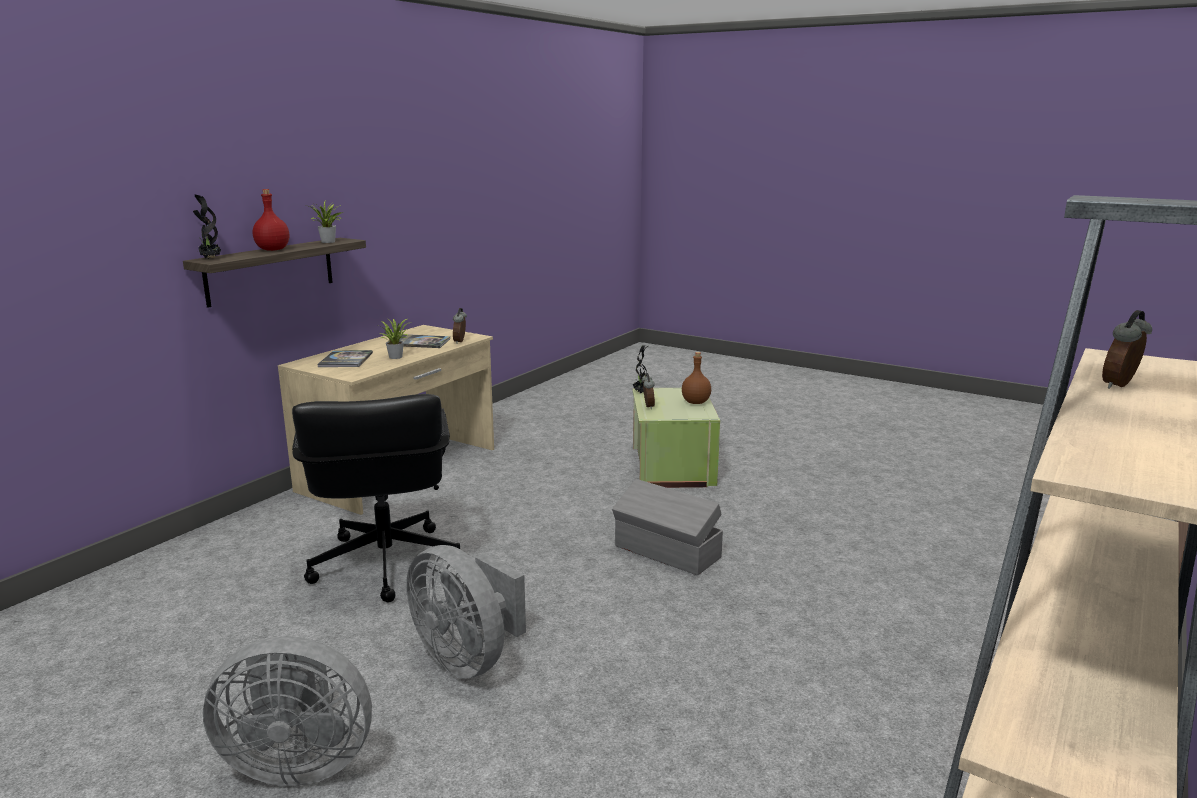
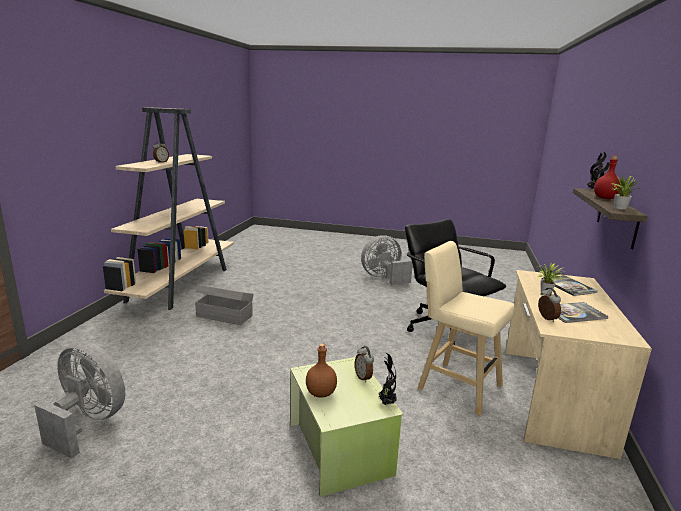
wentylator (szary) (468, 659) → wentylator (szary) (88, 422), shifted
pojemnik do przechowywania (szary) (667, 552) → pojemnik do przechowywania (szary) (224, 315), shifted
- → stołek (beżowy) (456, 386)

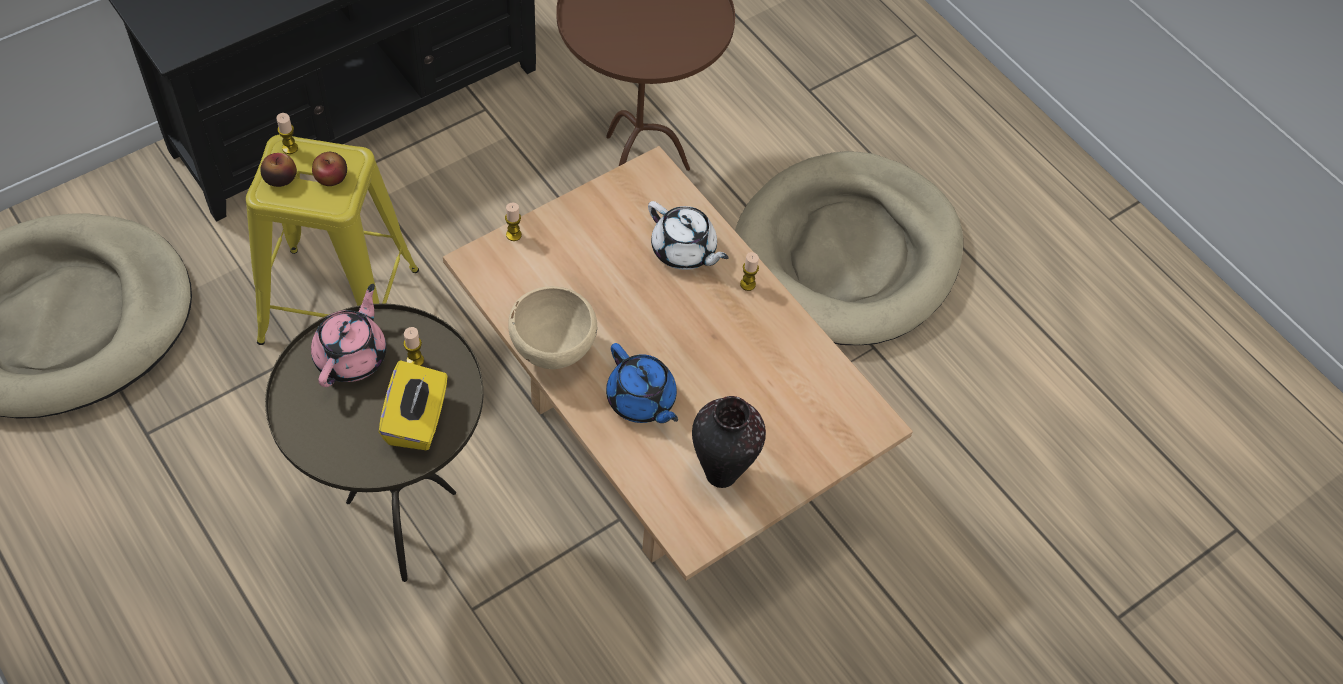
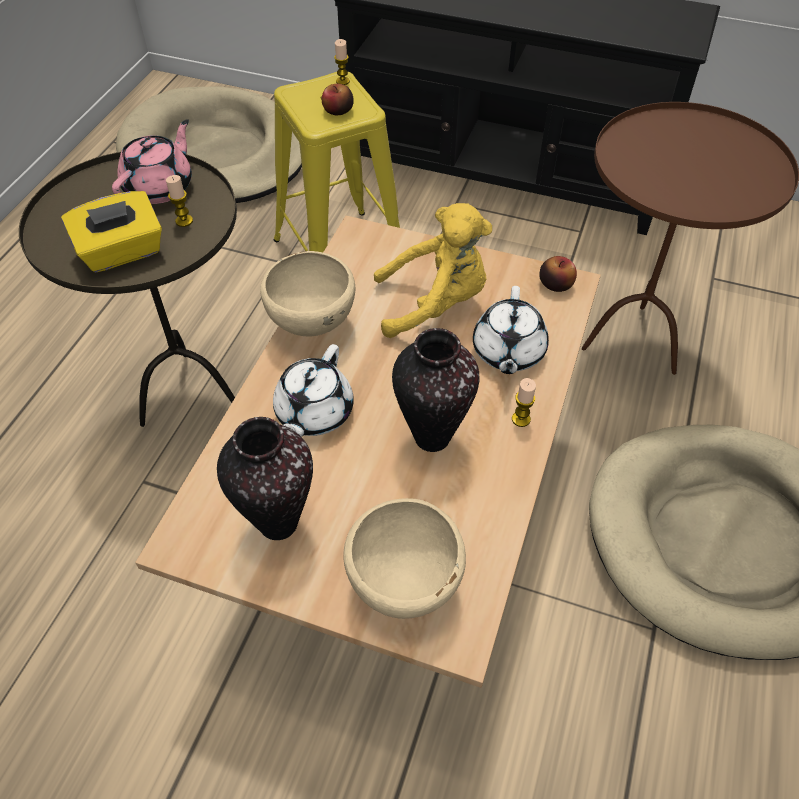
jabłko (280, 178) → jabłko (555, 284), shifted
imbryk (różowy) (352, 355) → imbryk (różowy) (160, 187), 45 degrees counterclockwise
świeca (513, 235) → -
imbryk (niebieski) (641, 400) → imbryk (biały) (313, 413)
- → miska (beżowy) (405, 586)
- → pluszak (żółty) (435, 304)
- → wazon (432, 436)

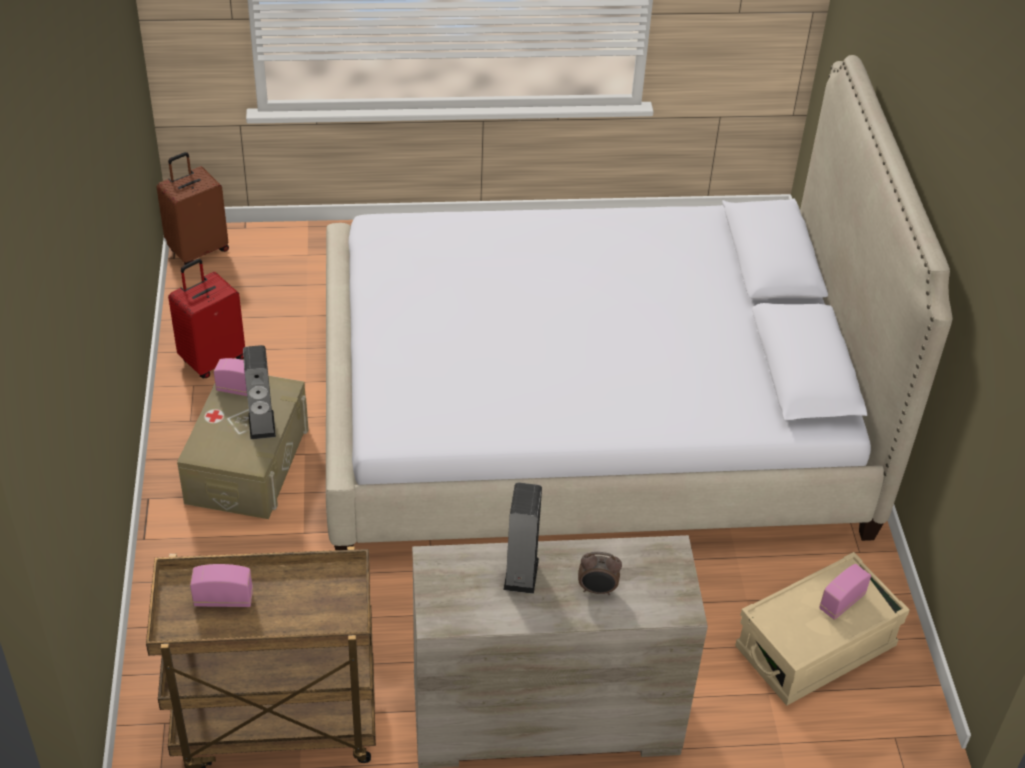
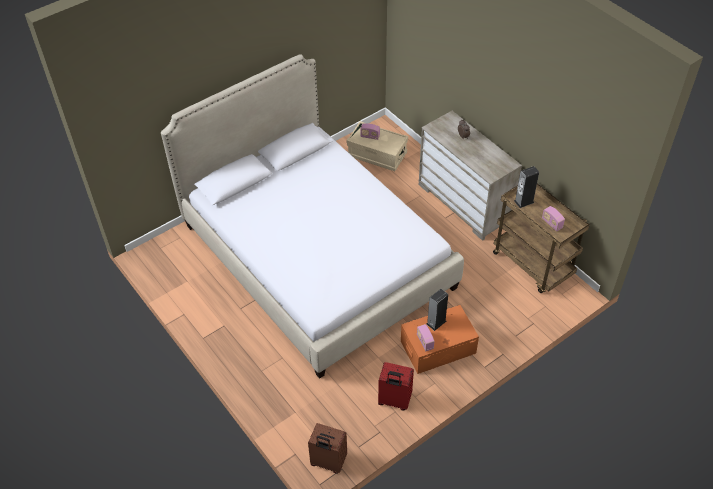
pojemnik do przechowywania (beżowy) (247, 462) → pojemnik do przechowywania (pomarańczowy) (438, 347)
głośnik (521, 574) → głośnik (524, 201), shifted

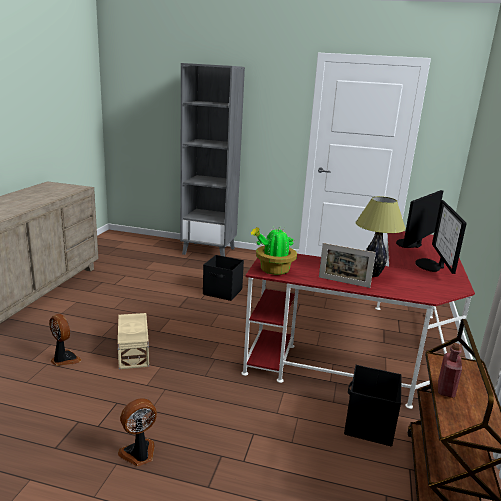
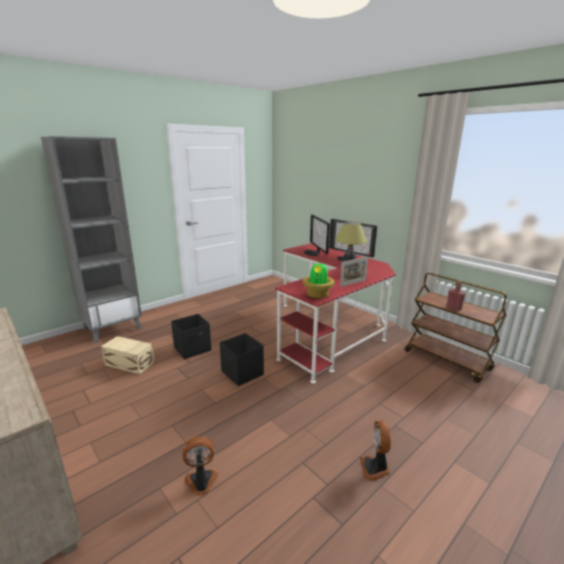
pojemnik do przechowywania (beżowy) (132, 352) → pojemnik do przechowywania (beżowy) (129, 364), shifted
pojemnik do przechowywania (czarny) (368, 425) → pojemnik do przechowywania (czarny) (242, 373), shifted

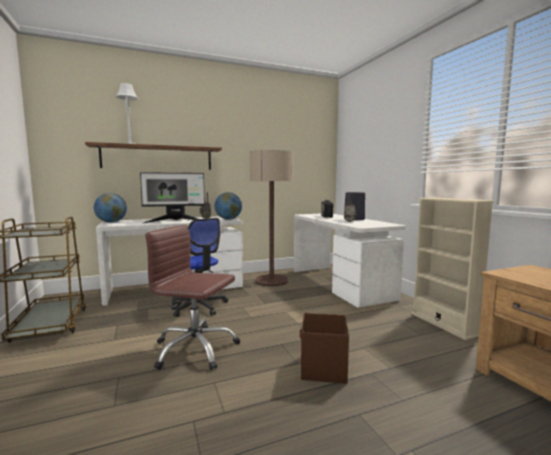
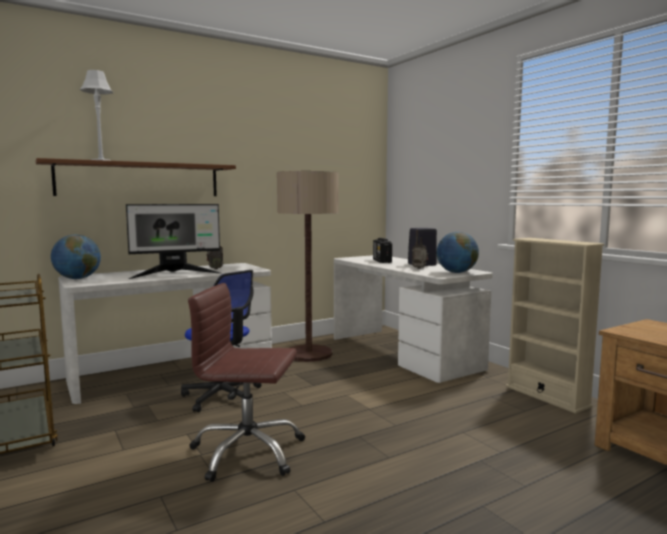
globus (228, 219) → globus (456, 272), shifted
pojemnik do przechowywania (brązowy) (323, 369) → -

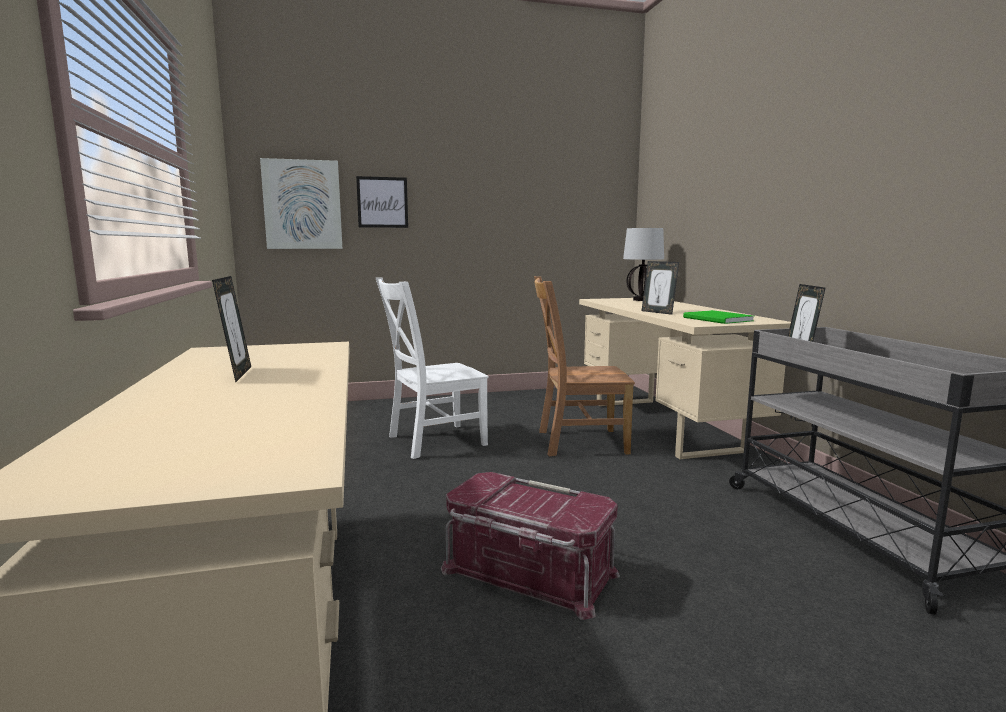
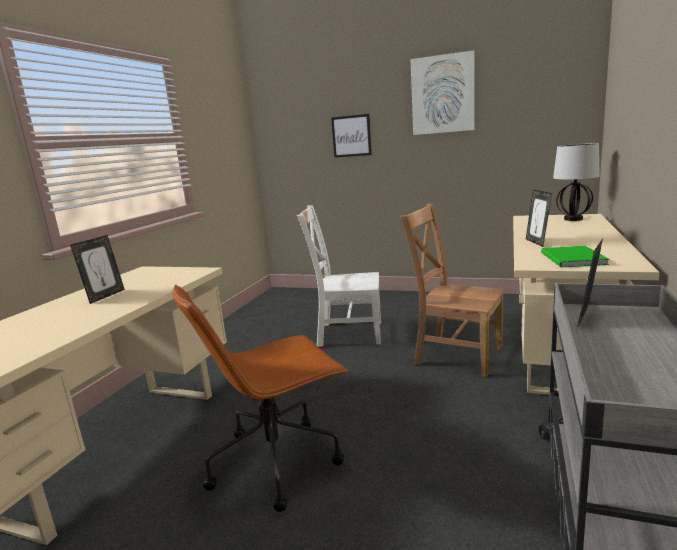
obraz (302, 205) → obraz (442, 94), shifted
pojemnik do przechowywania (czerwony) (527, 573) → krzesło biurowe (brązowy) (277, 461)

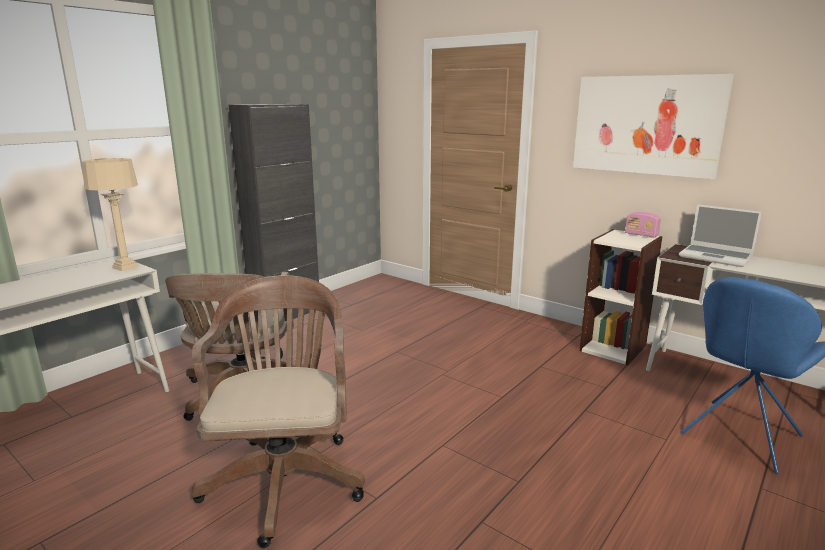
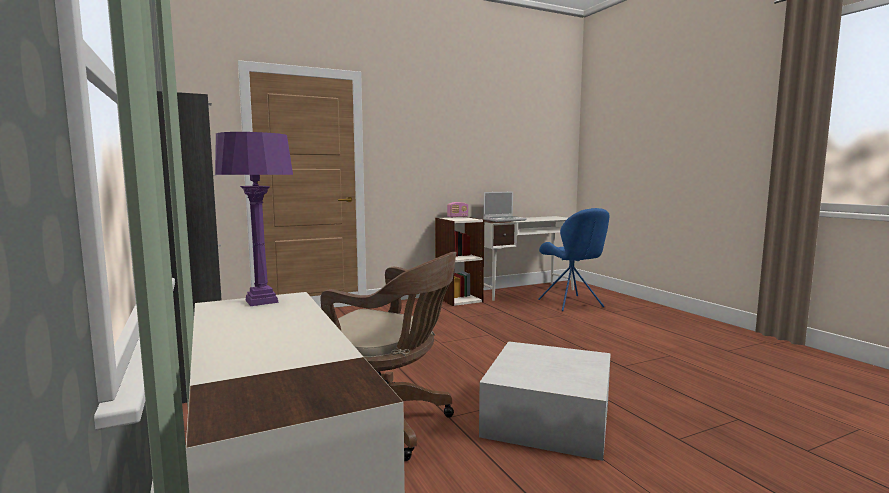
lampa stołowa (beżowy) (125, 267) → lampa stołowa (fioletowy) (261, 301)
krzesło biurowe (brązowy) (285, 477) → pojemnik do przechowywania (biały) (548, 417)
obraz (646, 125) → -

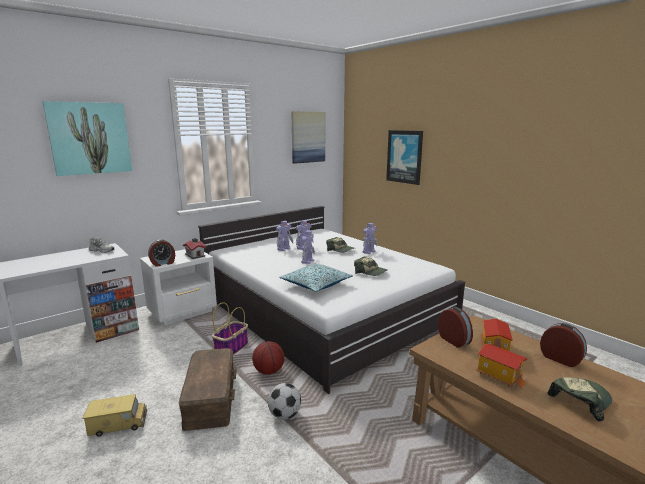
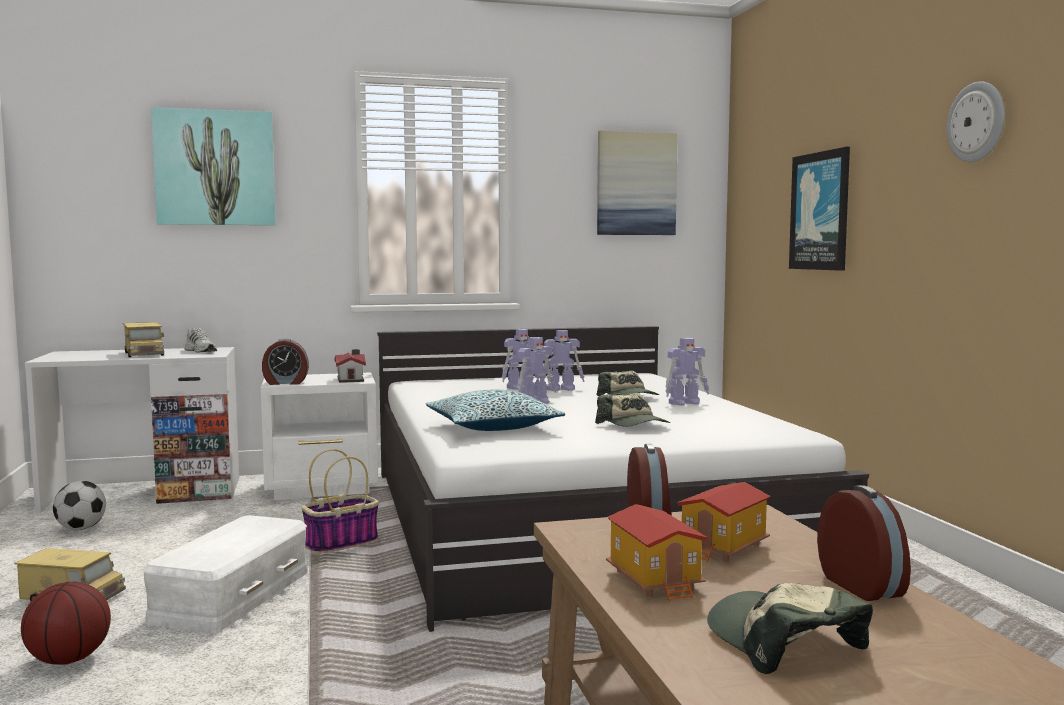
pojemnik do przechowywania (brązowy) (209, 397) → pojemnik do przechowywania (biały) (231, 595)
piłka do koszykówki (269, 371) → piłka do koszykówki (69, 659), shifted
piłka futbolowa (284, 415) → piłka futbolowa (80, 528), shifted
czapka z daszkiem (579, 400) → czapka z daszkiem (783, 643), 105 degrees counterclockwise
- → ciężarówka zabawkowa (144, 354)
- → zegar ścienny (977, 122)

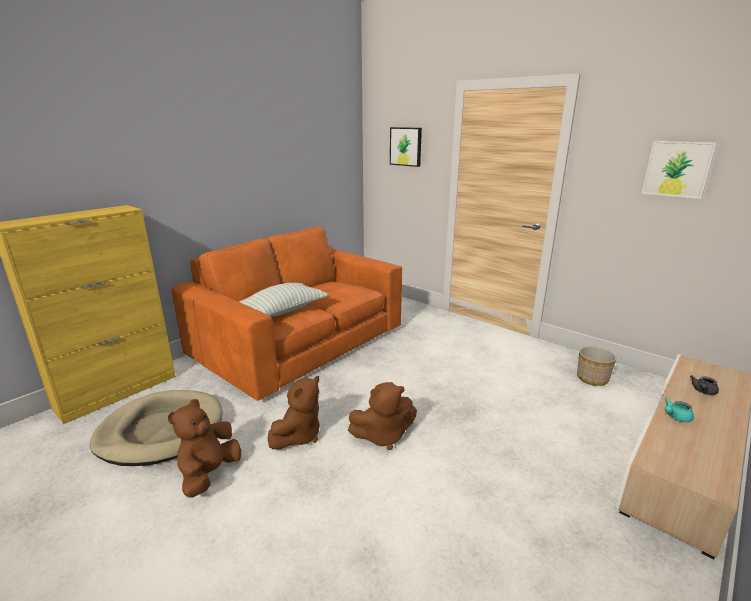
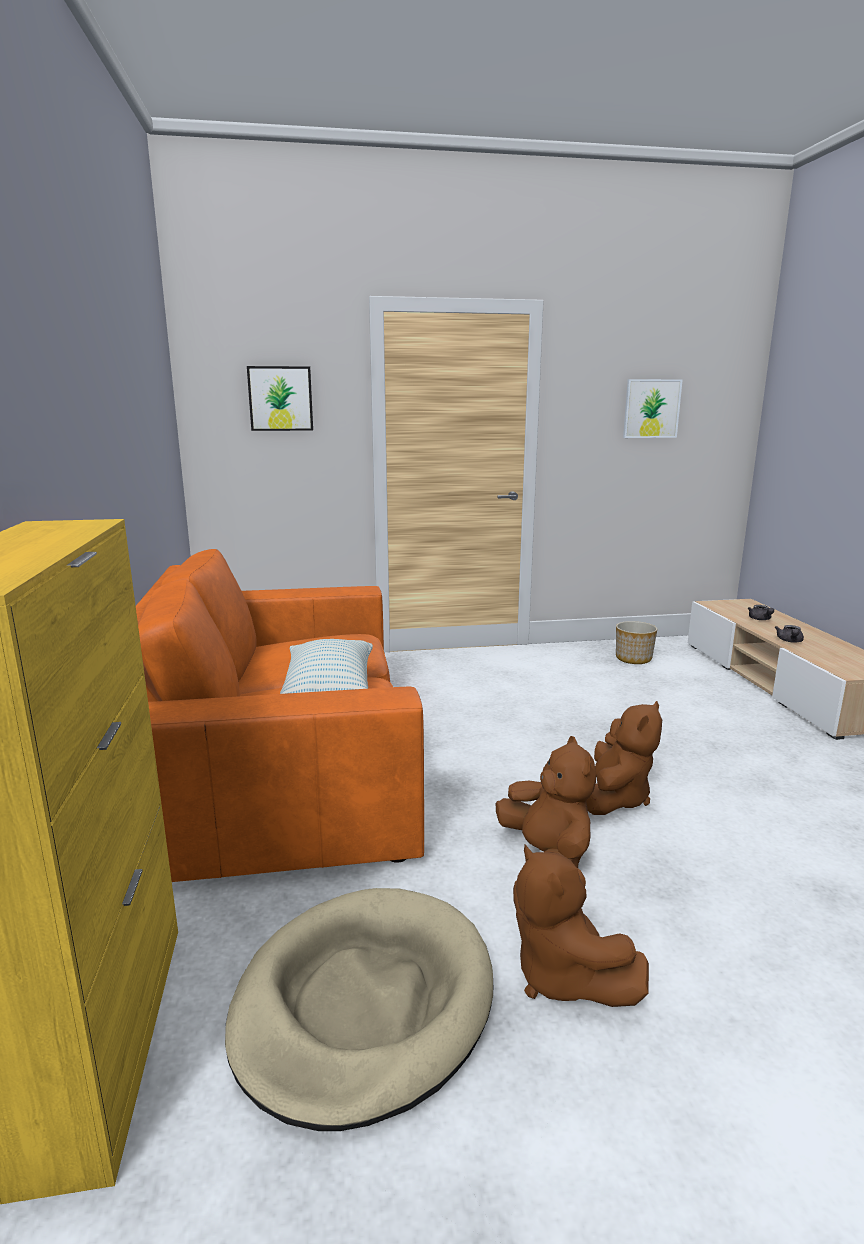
imbryk (turkusowy) (675, 417) → imbryk (szary) (790, 641)

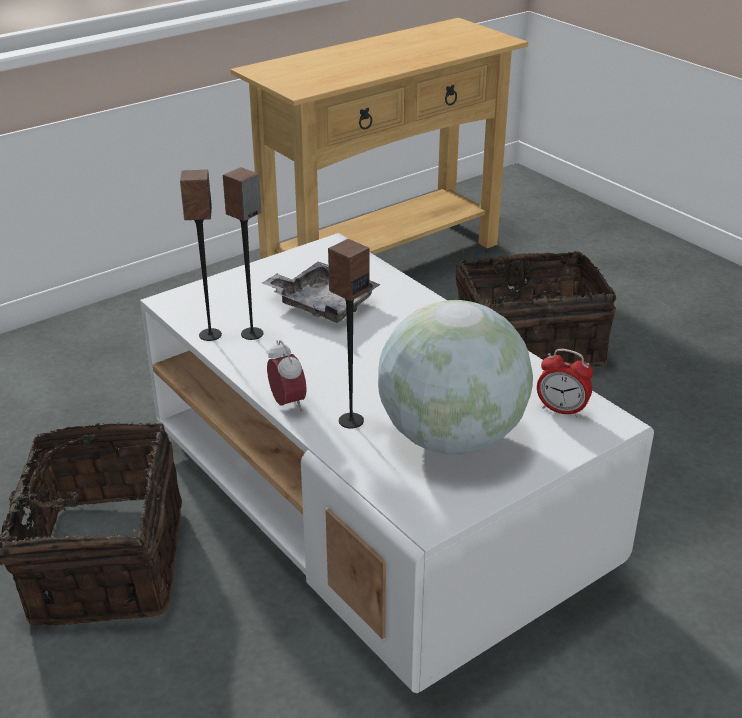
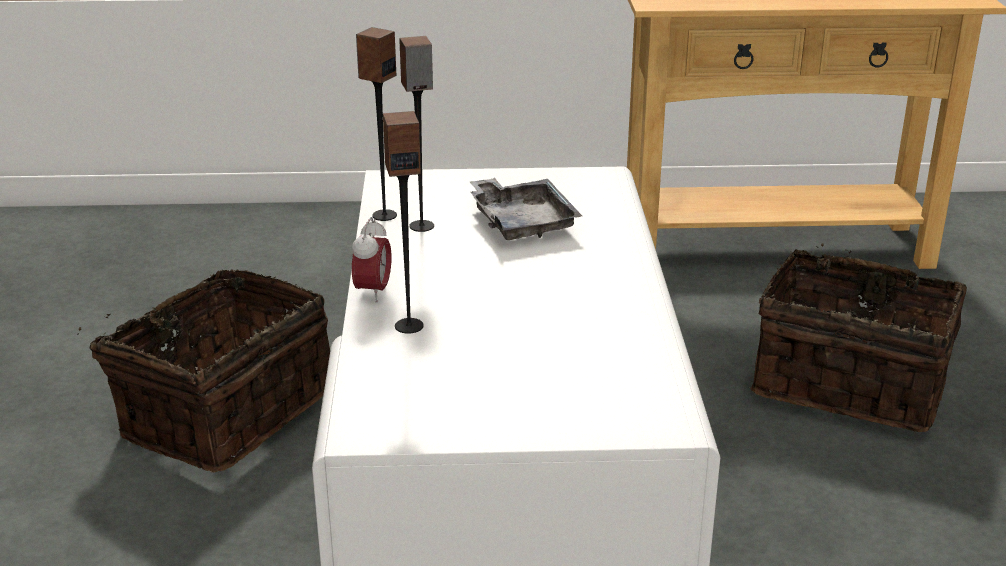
globus (450, 438) → -
budzik (561, 410) → -

